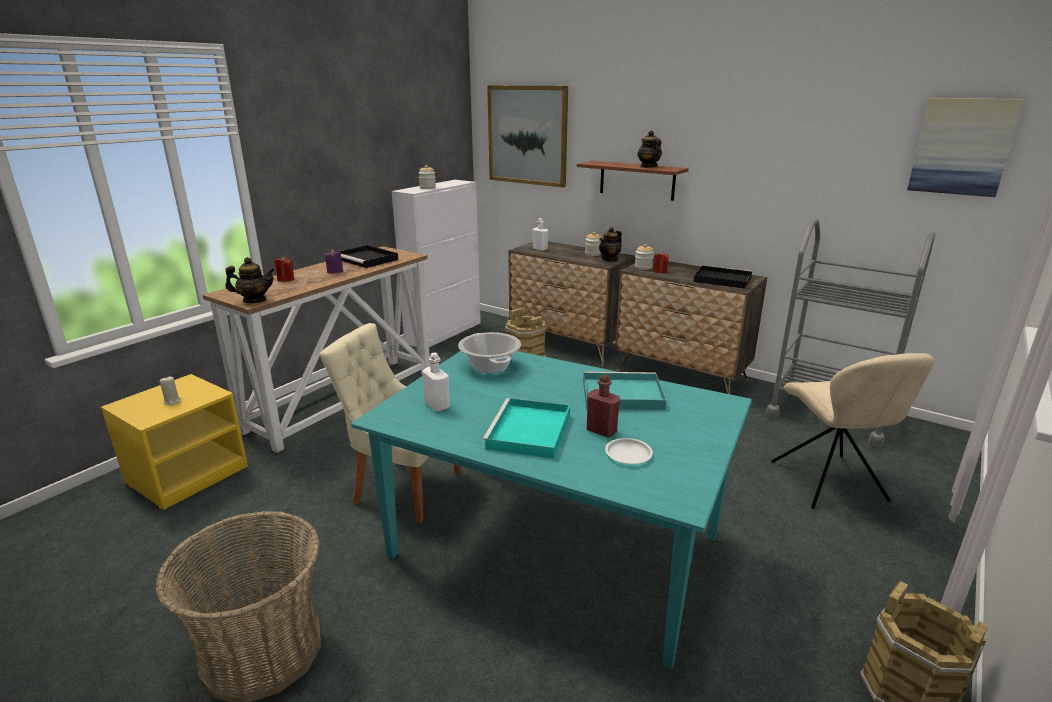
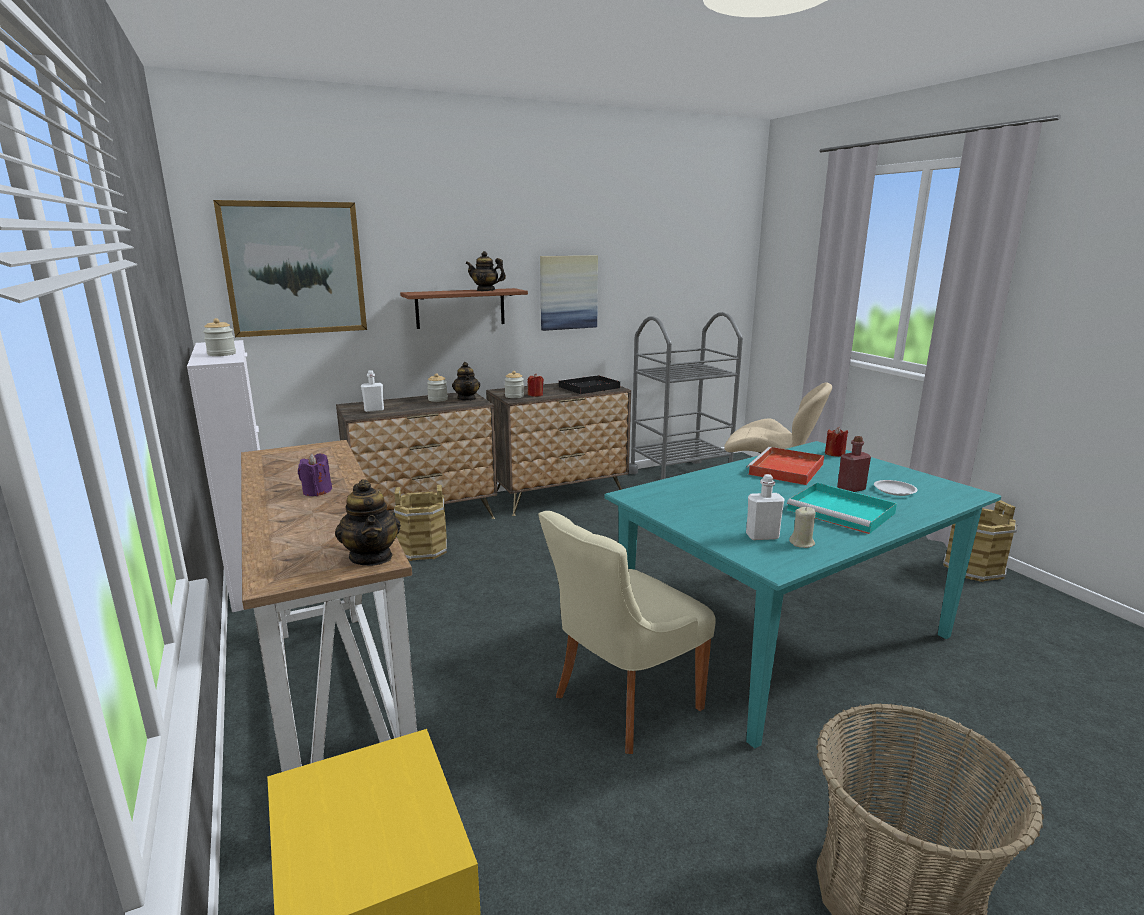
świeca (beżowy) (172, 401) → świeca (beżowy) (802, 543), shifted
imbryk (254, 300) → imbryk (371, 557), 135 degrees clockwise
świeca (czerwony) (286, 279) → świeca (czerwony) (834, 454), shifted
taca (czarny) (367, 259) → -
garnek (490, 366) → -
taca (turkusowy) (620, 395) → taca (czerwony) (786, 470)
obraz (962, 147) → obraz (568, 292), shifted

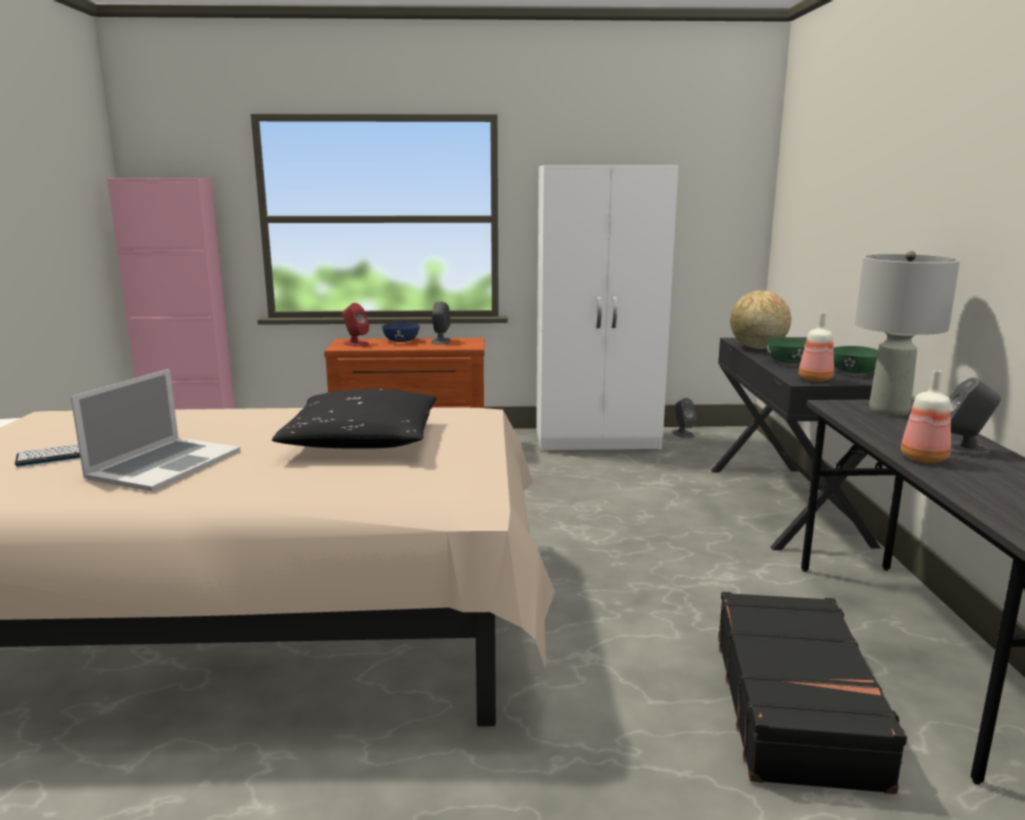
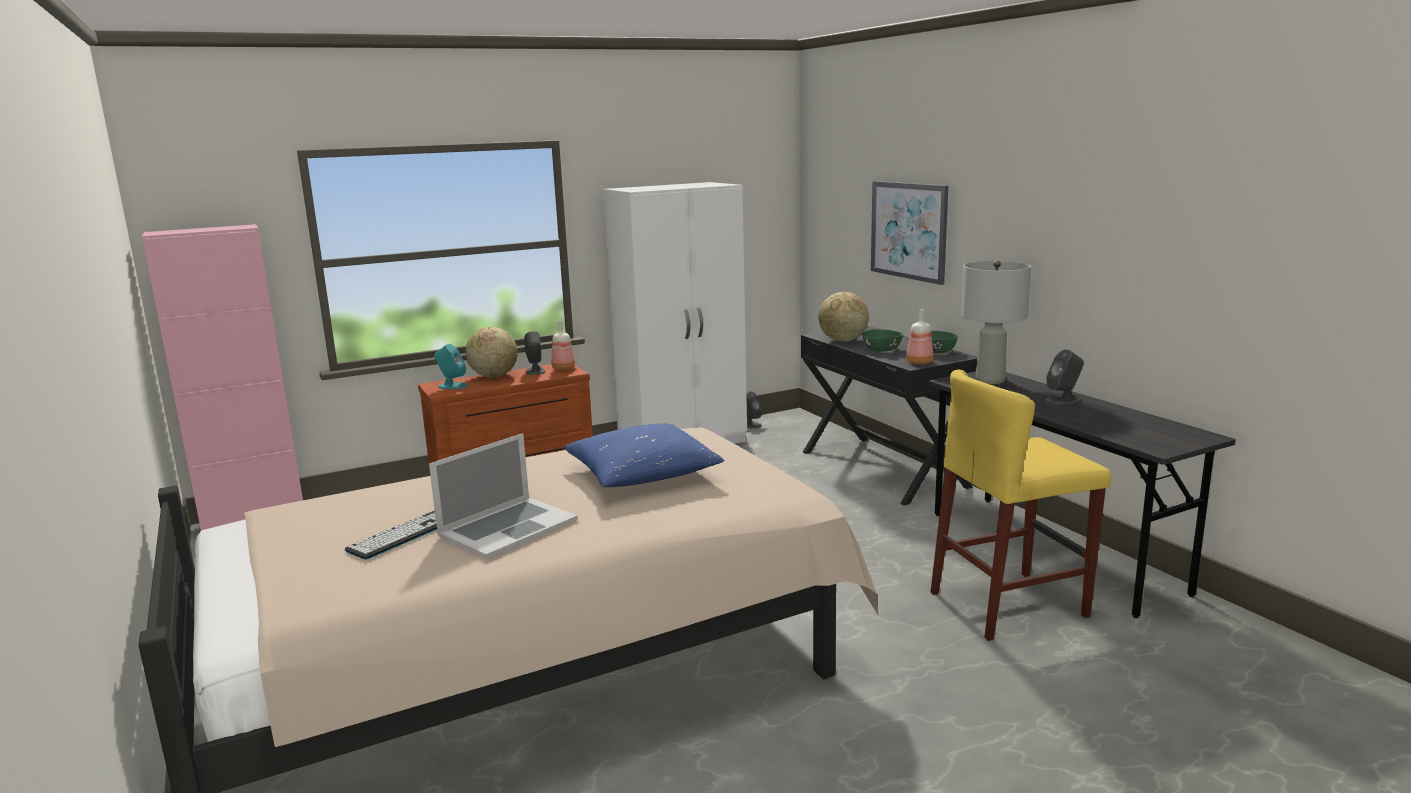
laptop (164, 464) → laptop (507, 527), 45 degrees clockwise
poduszka (czarny) (362, 440) → poduszka (niebieski) (642, 473)
głośnik (czerwony) (356, 344) → głośnik (turkusowy) (452, 386)
miska (niebieski) (401, 341) → globus (493, 376)
walizka (czarny) (796, 705) → stołek (żółty) (1008, 604)
butelka (923, 458) → butelka (563, 368), shifted
- → obraz (908, 230)

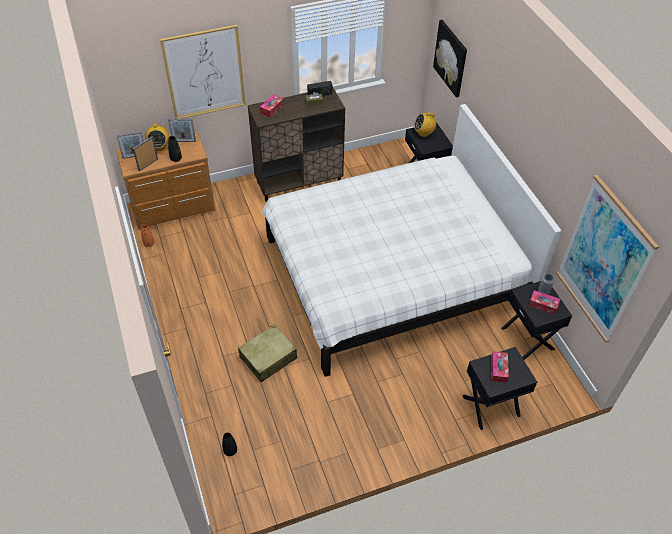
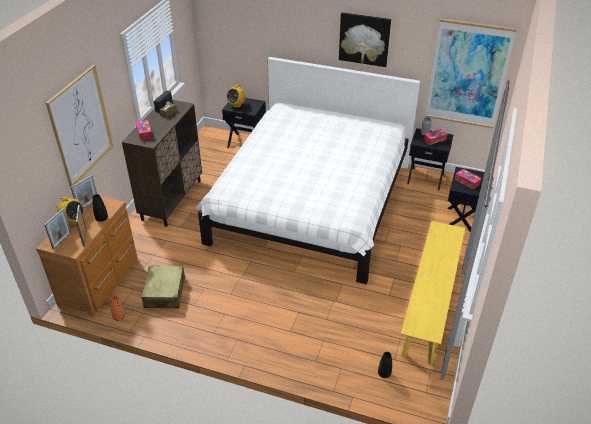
walizka (beżowy) (268, 358) → walizka (beżowy) (165, 292), shifted
obraz (451, 58) → obraz (364, 39), shifted
- → ławka (żółty) (430, 304)

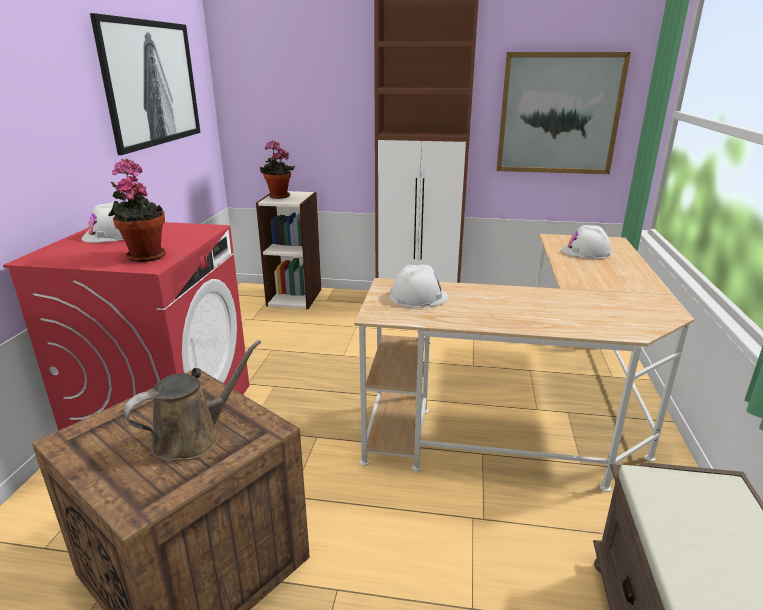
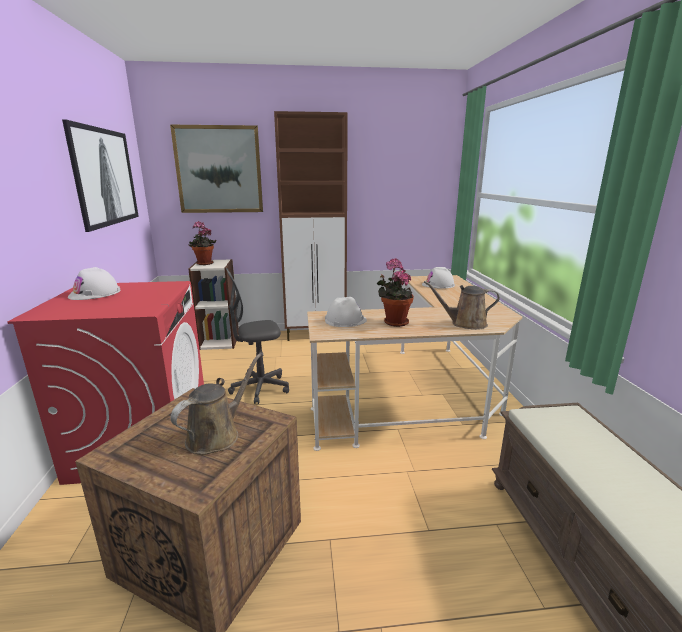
roślina doniczkowa (144, 256) → roślina doniczkowa (394, 322), shifted
obraz (559, 114) → obraz (219, 170), shifted
- → krzesło biurowe (szary) (260, 388)
- → konewka (brązowy) (465, 324)

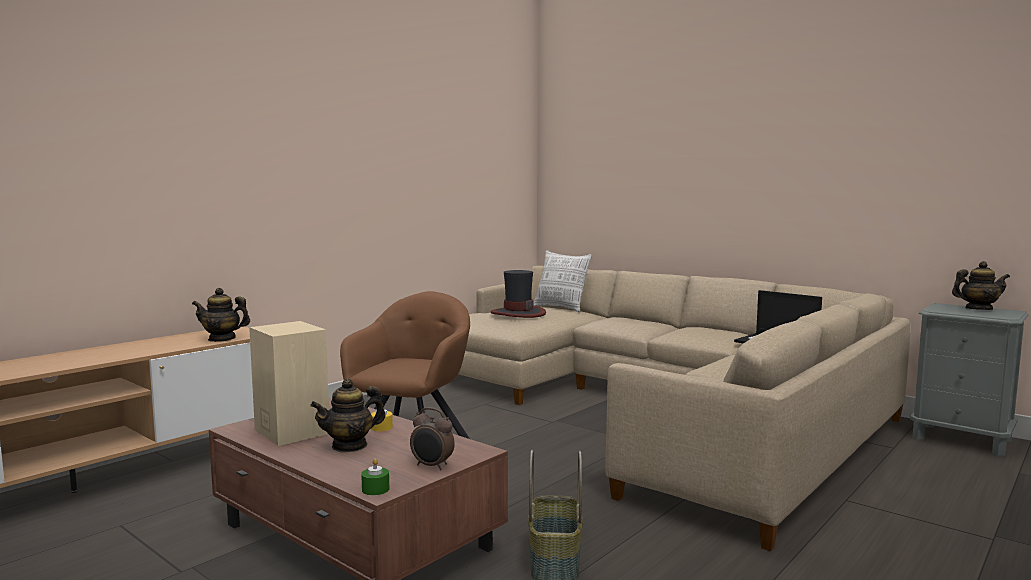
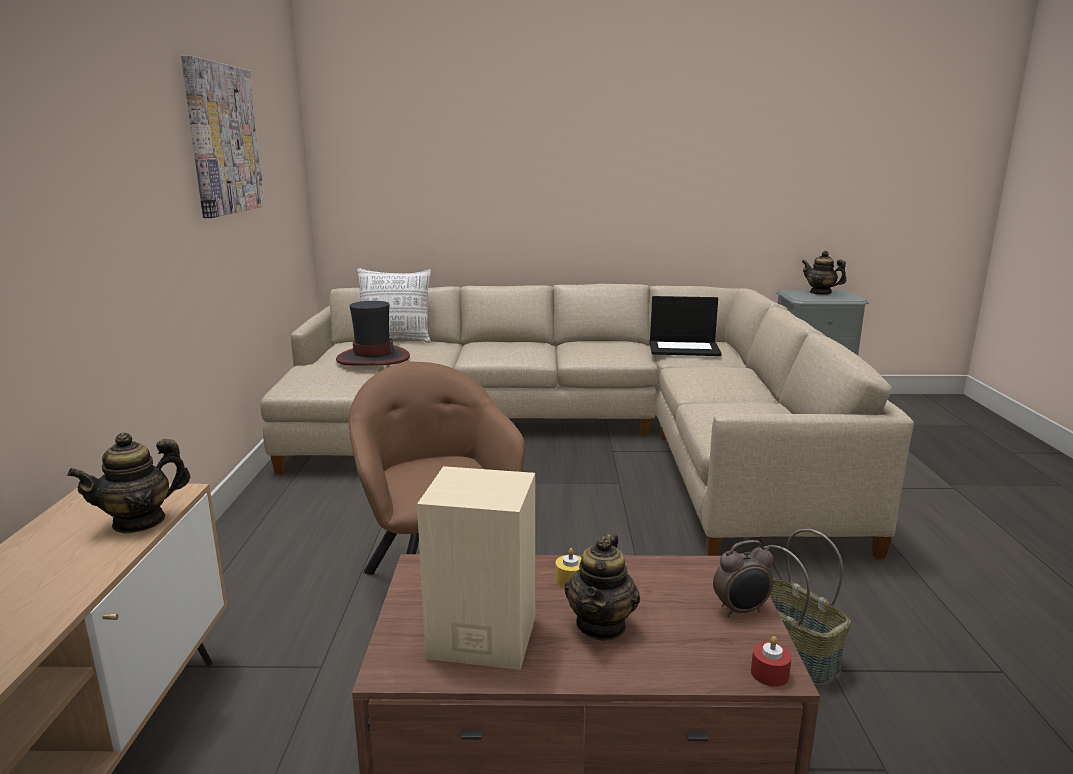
świeca (zielony) (375, 489) → świeca (czerwony) (769, 673)
imbryk (978, 309) → imbryk (820, 293), 105 degrees counterclockwise
- → obraz (223, 139)

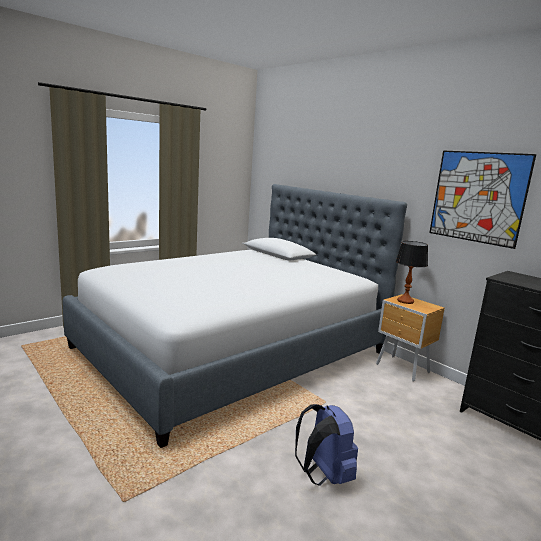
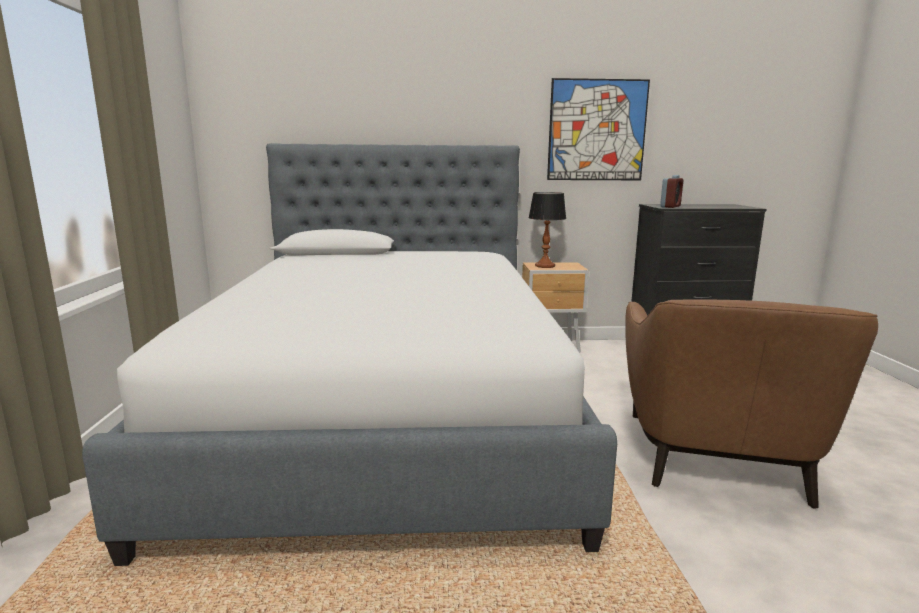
plecak (niebieski) (323, 475) → fotel (brązowy) (716, 457)
- → budzik (670, 206)

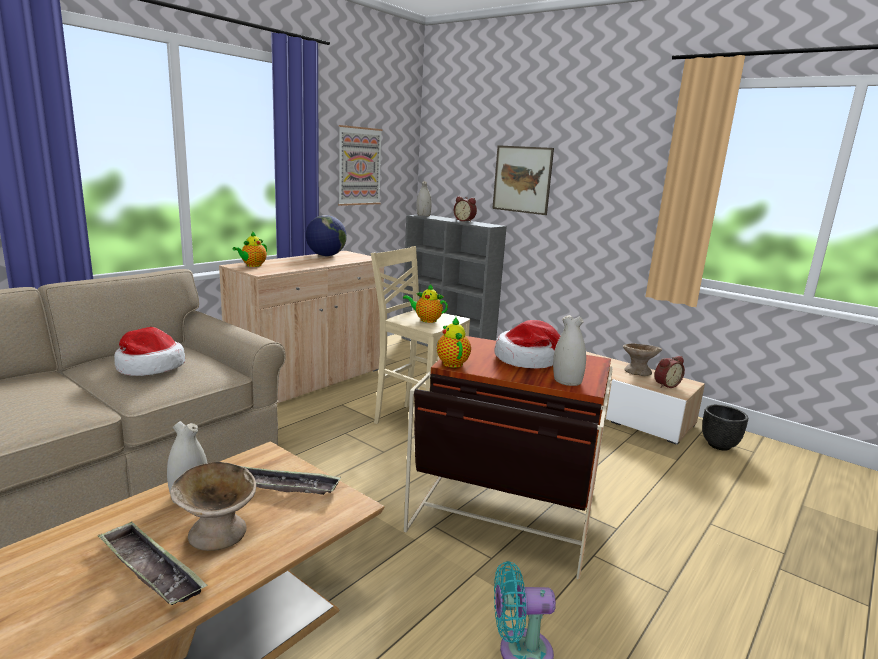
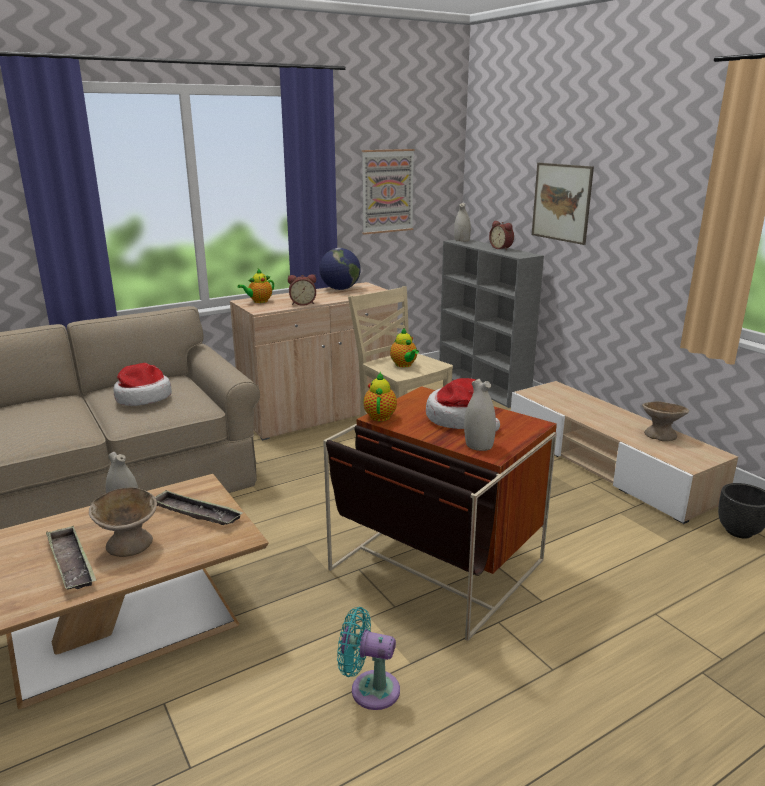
imbryk (426, 320) → imbryk (404, 365), 150 degrees counterclockwise
budzik (665, 385) → budzik (303, 303), shifted

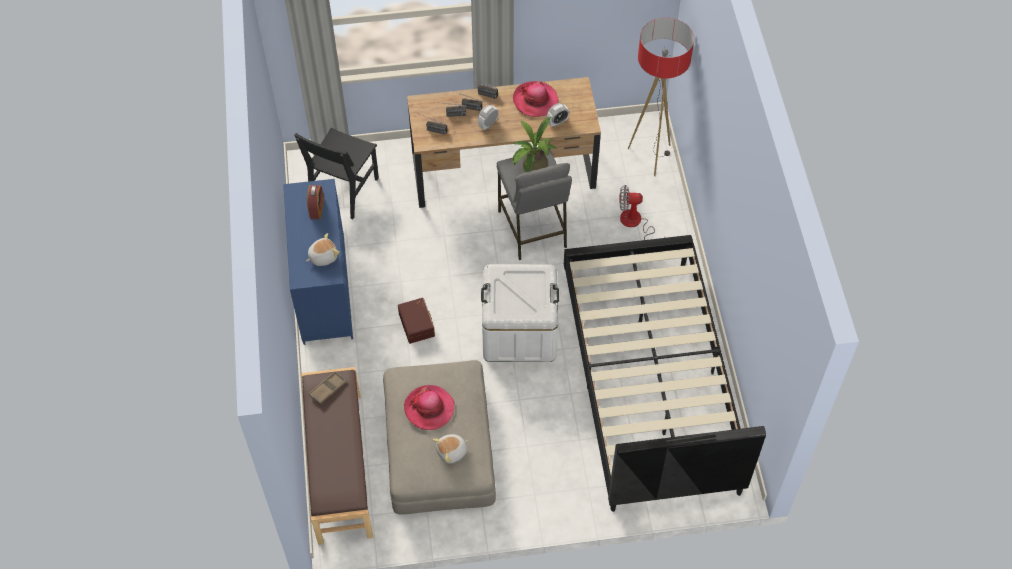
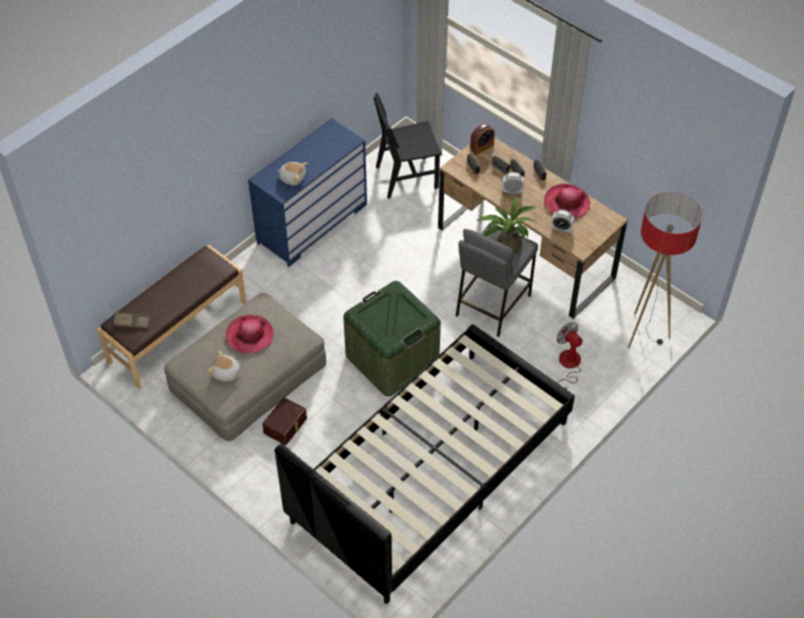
budzik (316, 208) → budzik (481, 147), shifted
taca (brązowy) (327, 389) → taca (brązowy) (132, 322), shifted
pojemnik do przechowywania (brązowy) (417, 324) → pojemnik do przechowywania (brązowy) (286, 426), shifted
pojemnik do przechowywania (biały) (519, 331) → pojemnik do przechowywania (zielony) (392, 358)

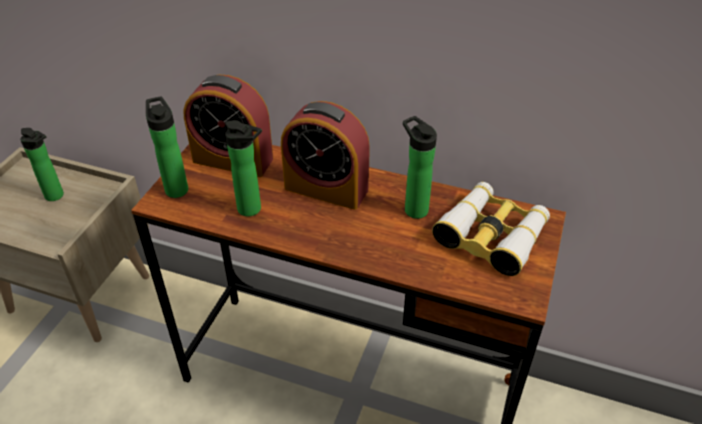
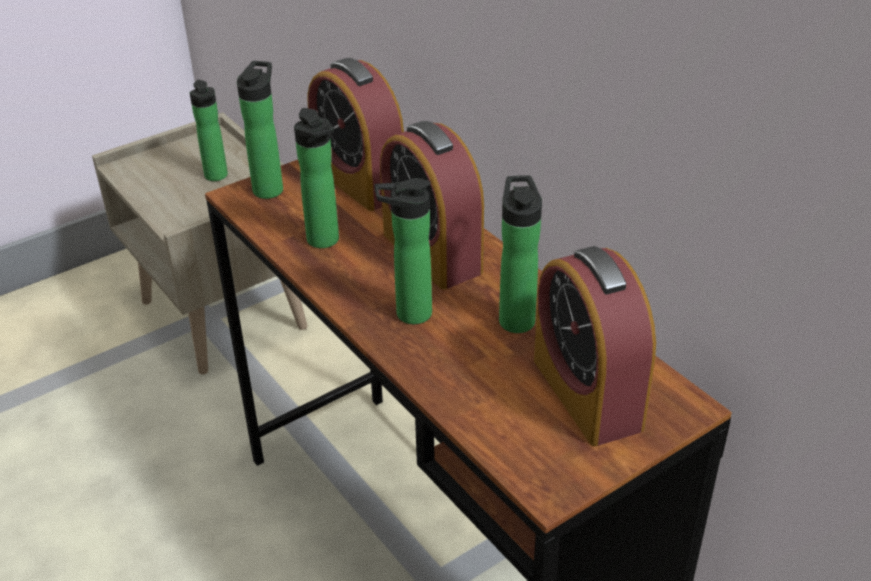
lornetka (492, 235) → budzik (586, 393)
- → butelka (408, 314)

